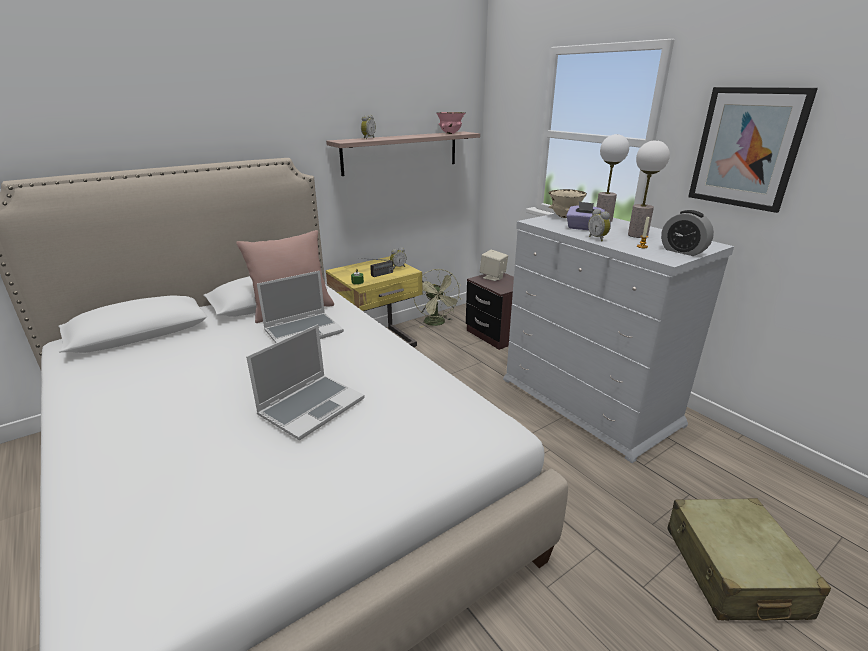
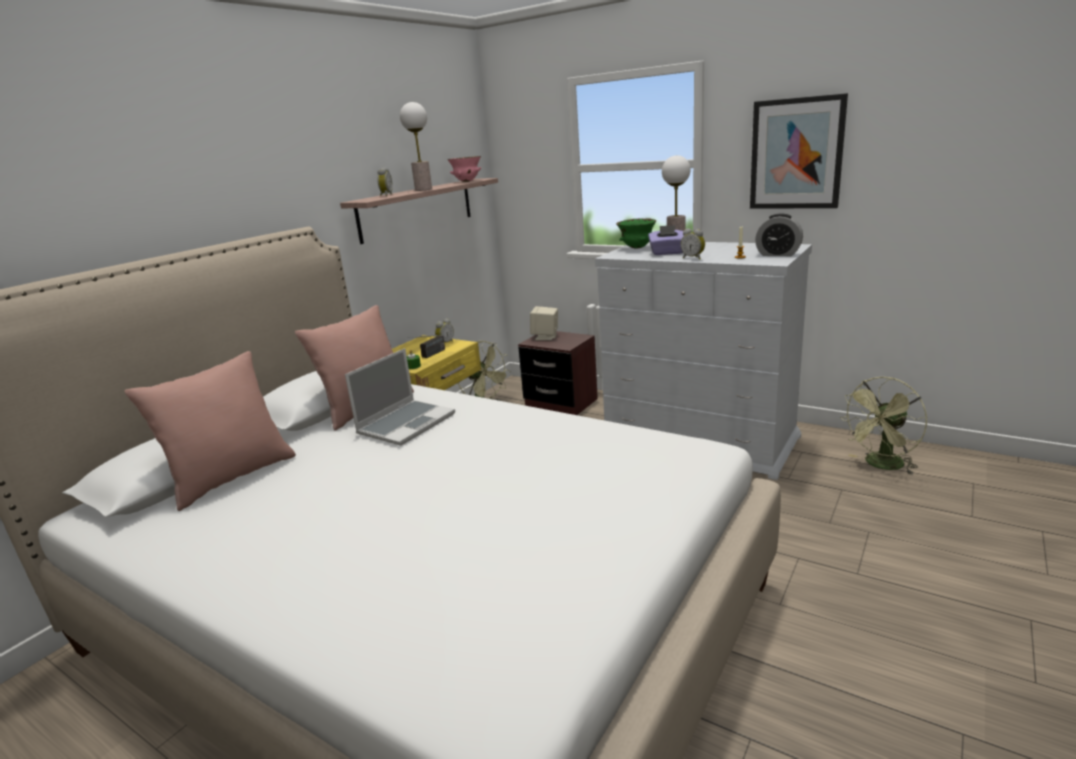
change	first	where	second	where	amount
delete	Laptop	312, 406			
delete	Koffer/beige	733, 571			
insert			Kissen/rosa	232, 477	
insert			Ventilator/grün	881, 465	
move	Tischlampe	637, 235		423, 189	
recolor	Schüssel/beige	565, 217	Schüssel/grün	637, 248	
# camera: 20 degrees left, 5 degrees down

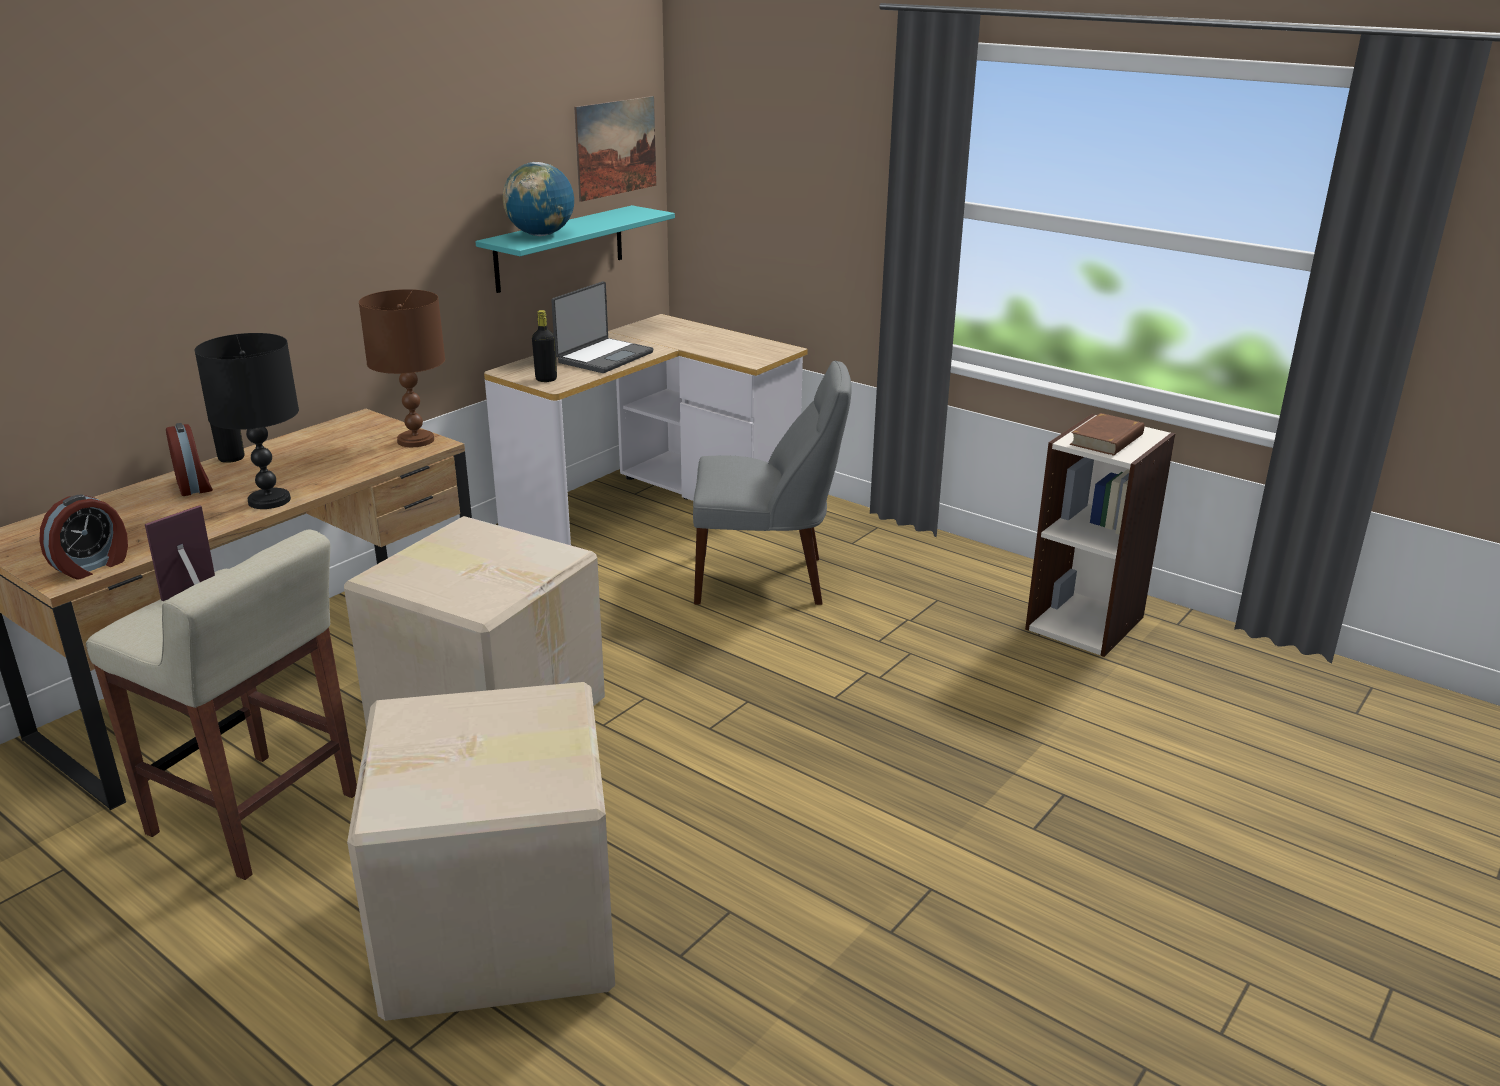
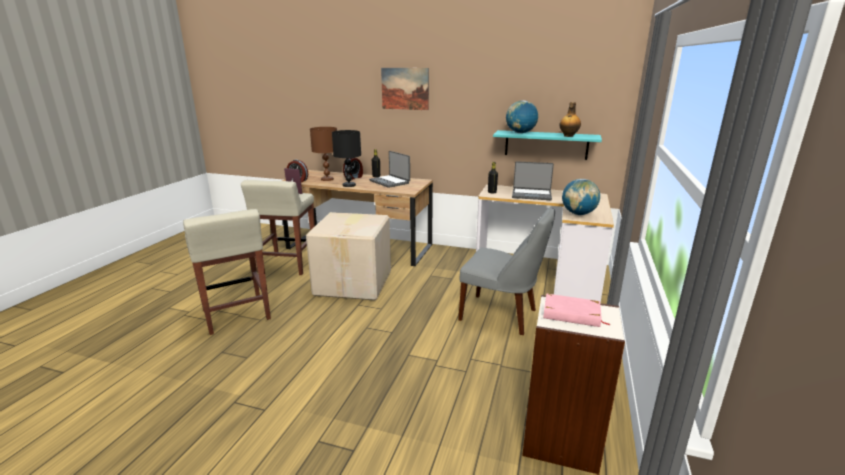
change	first	where	second	where	amount
insert			Laptop	390, 182	
insert			Flasche	568, 136	
insert			Globus	578, 214	
move	Tischlampe/braun	415, 440		327, 179	
move	Bild	616, 147		405, 88	
replace	Karton	503, 929	Hocker/beige	236, 315	
recolor	Buch/braun	1107, 440	Buch/rosa	571, 314	
rotate	Stuhl/grau	766, 580		501, 315	45 degrees counterclockwise
# camera: 70 degrees right, 5 degrees down

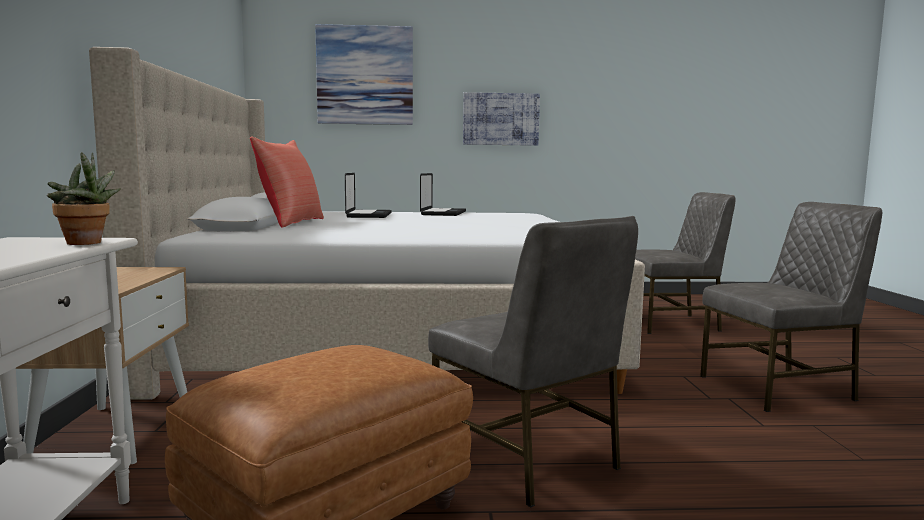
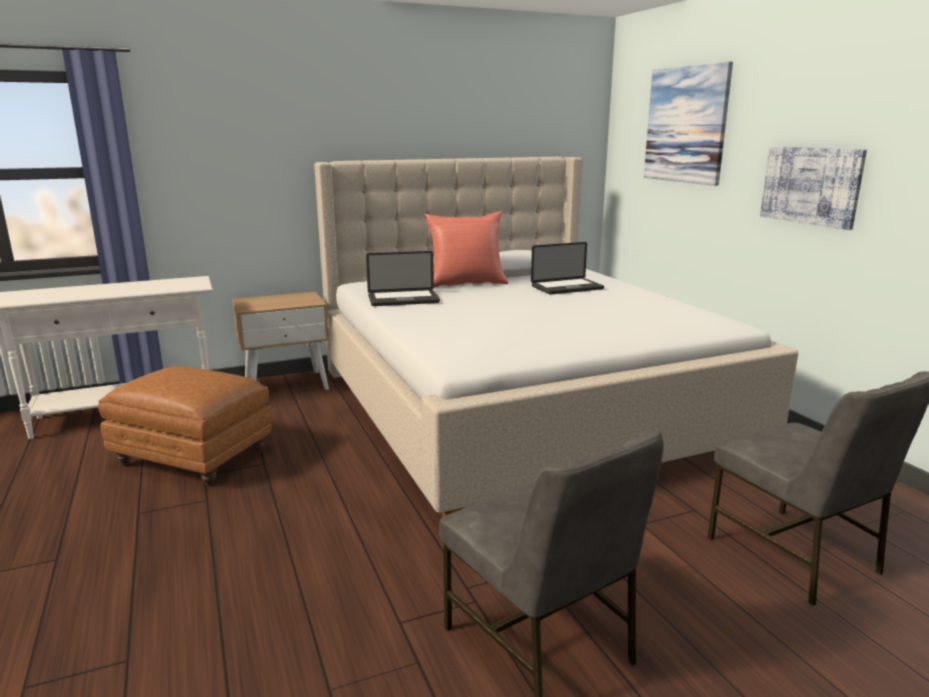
change	first	where	second	where	amount
delete	Topfpflanze	87, 243			
delete	Stuhl/grau	527, 459			
move	Laptop	443, 213		403, 299	
# camera: 70 degrees right, 10 degrees up

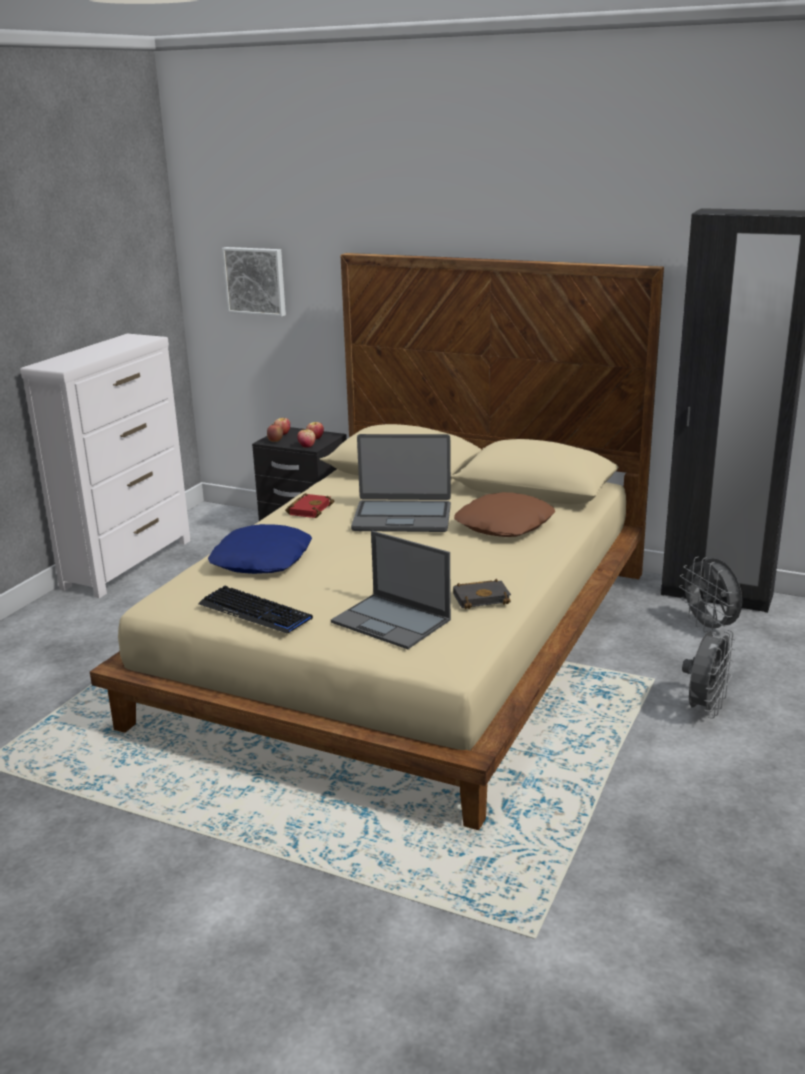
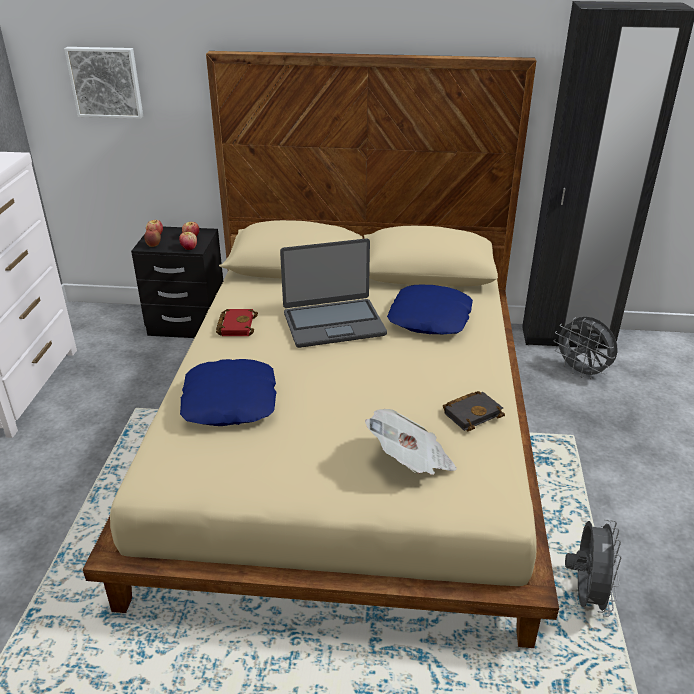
change	first	where	second	where	amount
delete	Tastatur	255, 612			
move	Ventilator/grau	705, 709		585, 595	
replace	Laptop	392, 621	Zeitung	410, 461	
recolor	Kissen/braun	505, 525	Kissen/blau	430, 318	
# camera: 20 degrees left, 10 degrees up

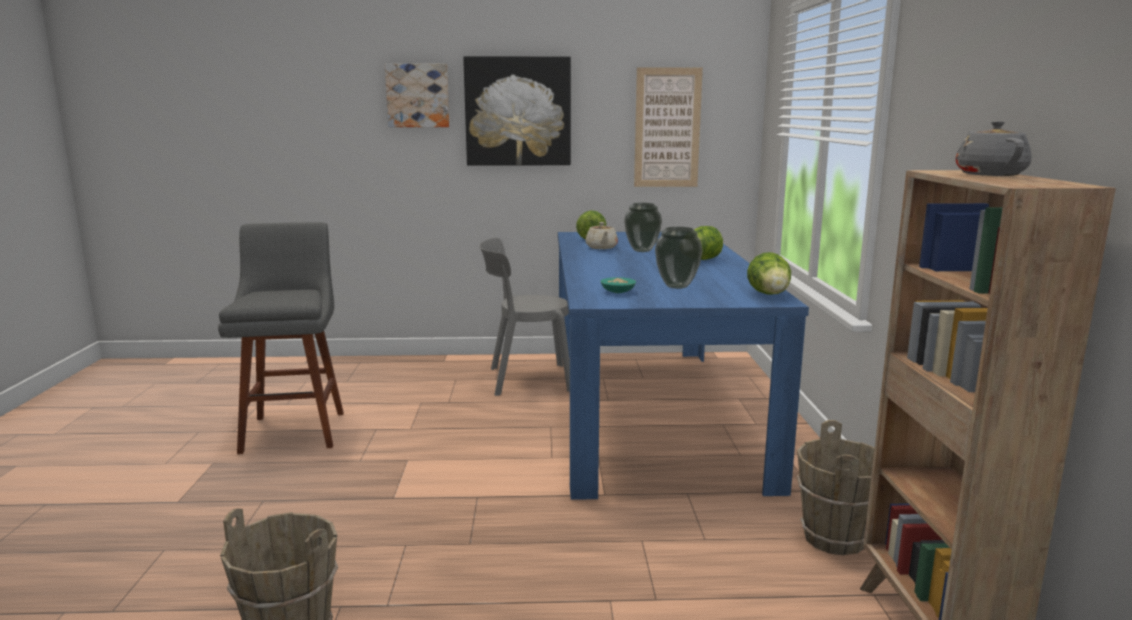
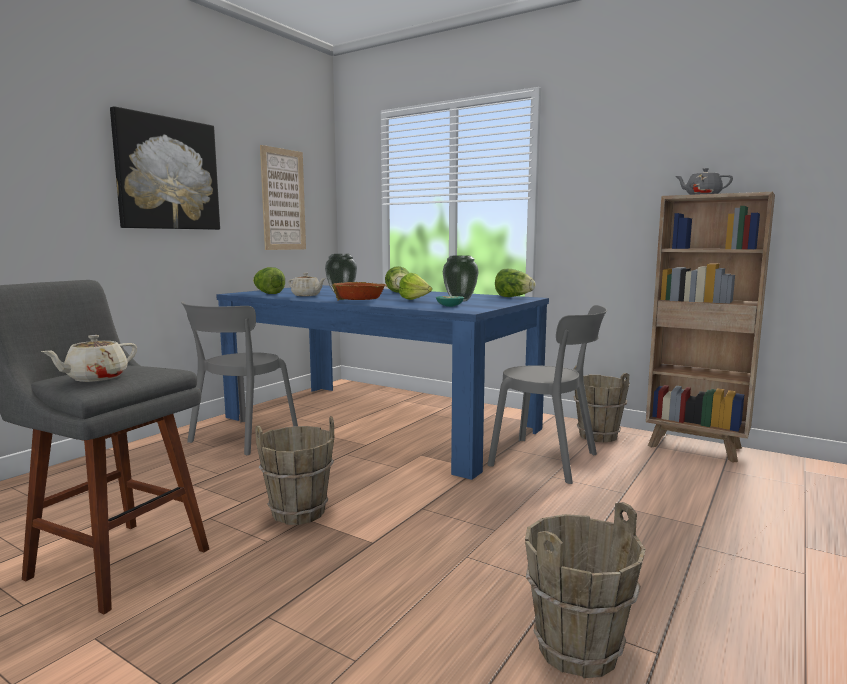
change	first	where	second	where	amount
delete	Bild	418, 95			
insert			Teekanne/beige	95, 378	
insert			Eimer/braun	298, 512	
insert			Schüssel	360, 301	
insert			Salatkopf	416, 300	
insert			Stuhl/grau	549, 460	
# camera: 55 degrees left, 5 degrees down

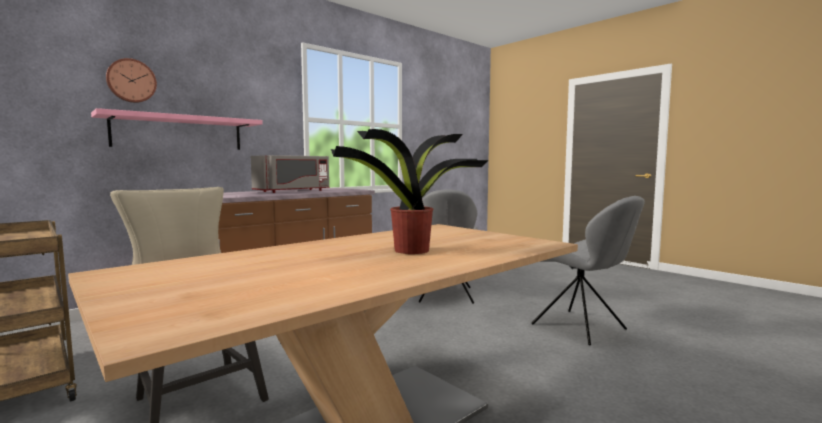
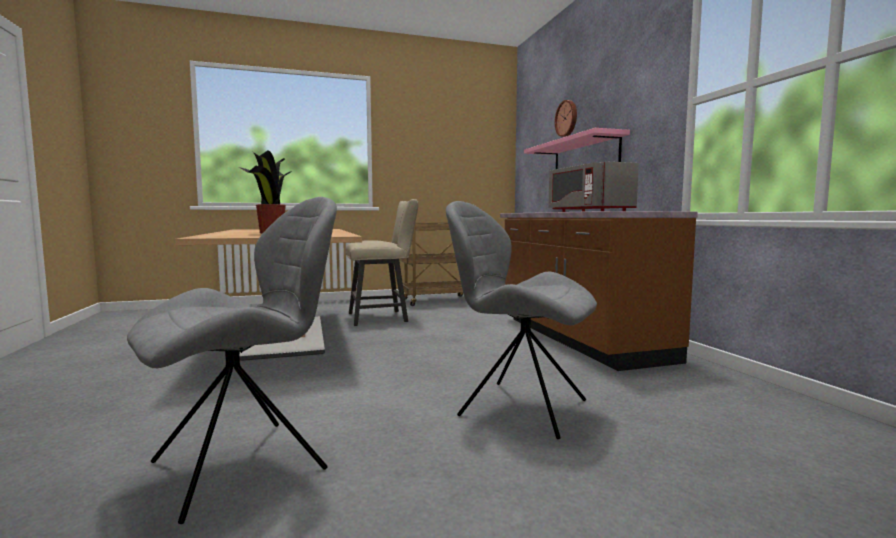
change	first	where	second	where	amount
rotate	Stuhl/grau	581, 328		246, 463	150 degrees clockwise
# camera: 115 degrees right, 0 degrees up

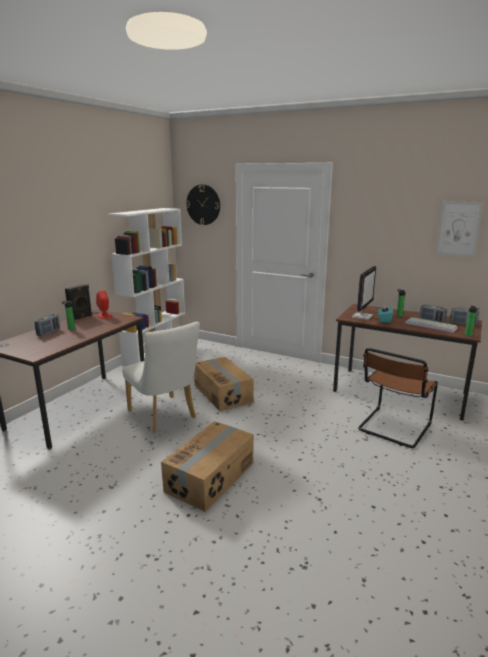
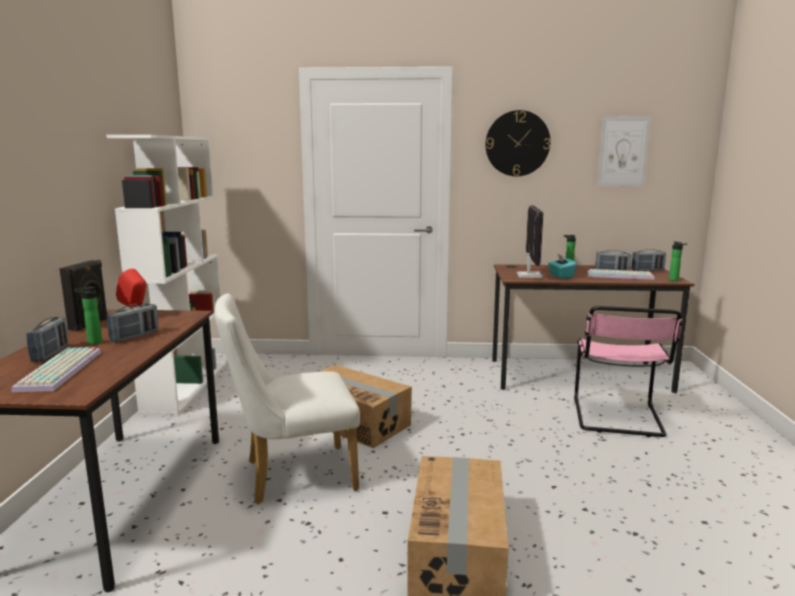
change	first	where	second	where	amount
insert			Tastatur	61, 371	
insert			Radio	135, 336	
move	Wanduhr	203, 204		517, 143	
recolor	Stuhl/braun	393, 428	Stuhl/rosa	617, 418	
rotate	Stuhl/weiß	165, 416		291, 476	135 degrees clockwise
# camera: 25 degrees left, 5 degrees down

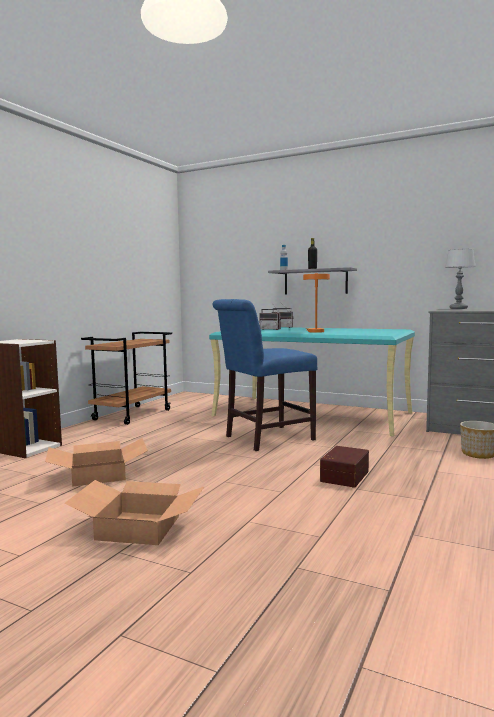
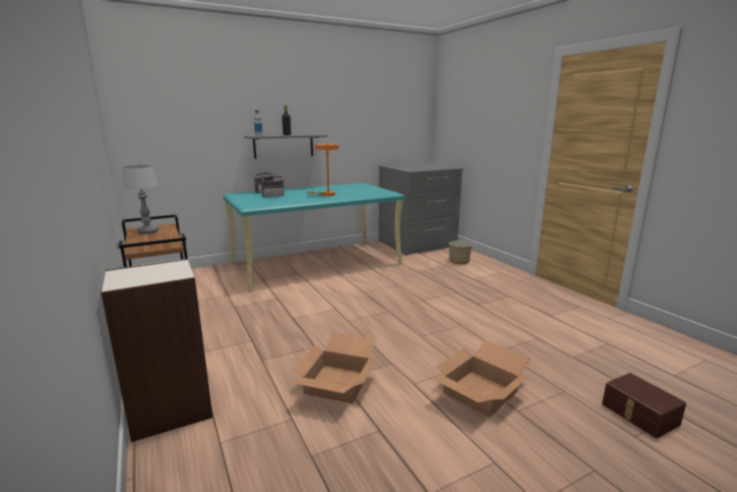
change	first	where	second	where	amount
delete	Stuhl/blau	265, 438			
move	Aufbewahrungsbox/braun	343, 476		639, 414	
move	Tischlampe	458, 308		148, 232	
# camera: 55 degrees left, 10 degrees up

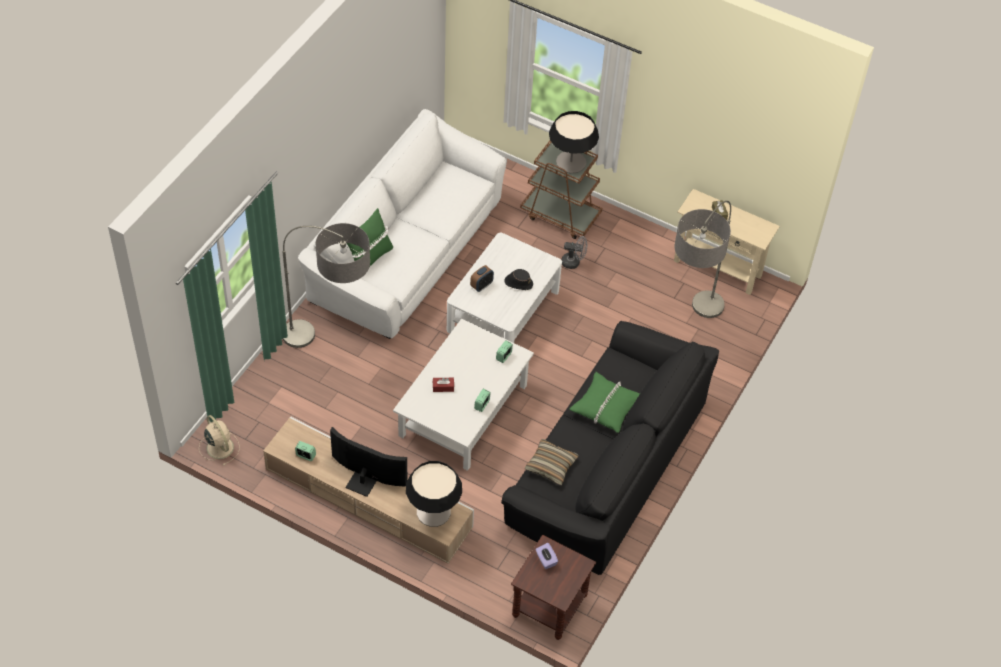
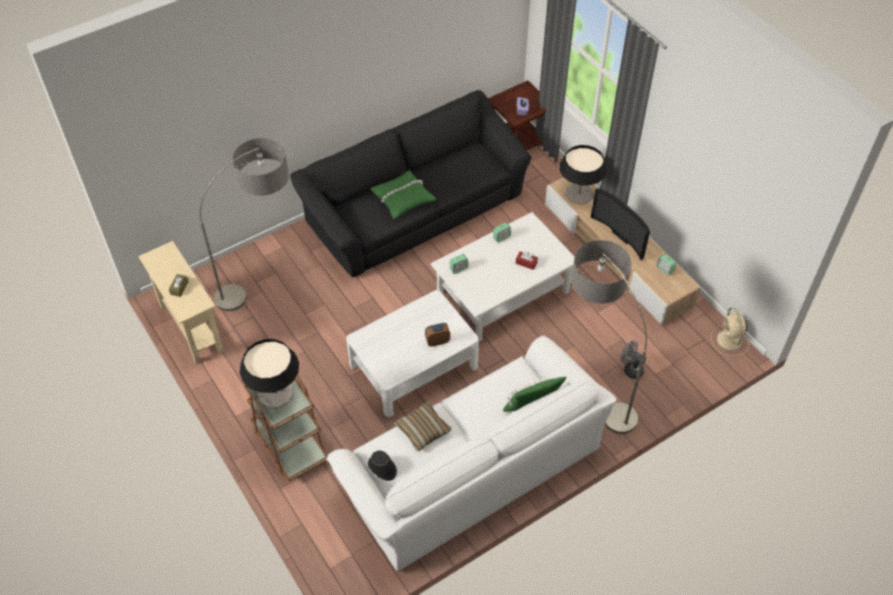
change	first	where	second	where	amount
move	Hut/schwarz	518, 283		382, 468	
move	Kissen	551, 466		423, 430	
move	Ventilator/grau	573, 262		630, 369	
# camera: 150 degrees left, 0 degrees up

